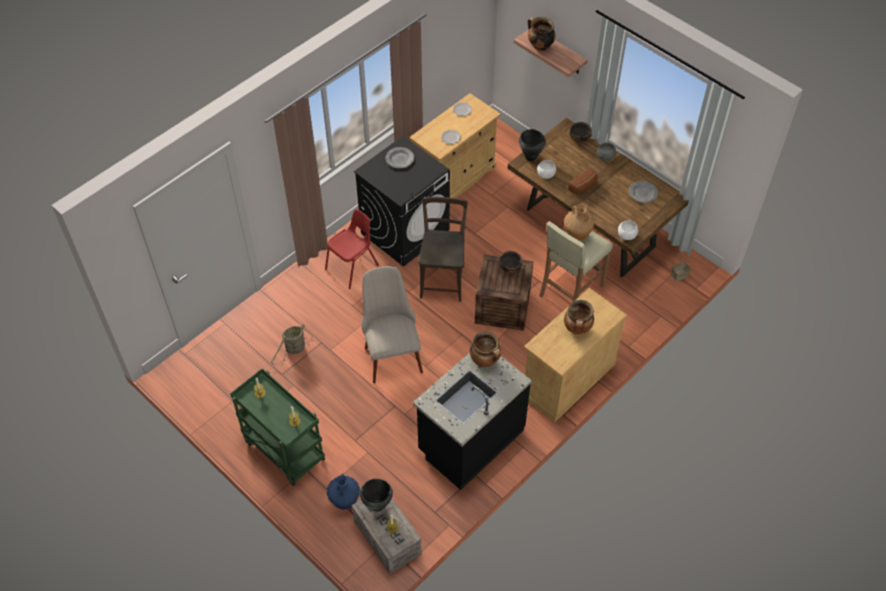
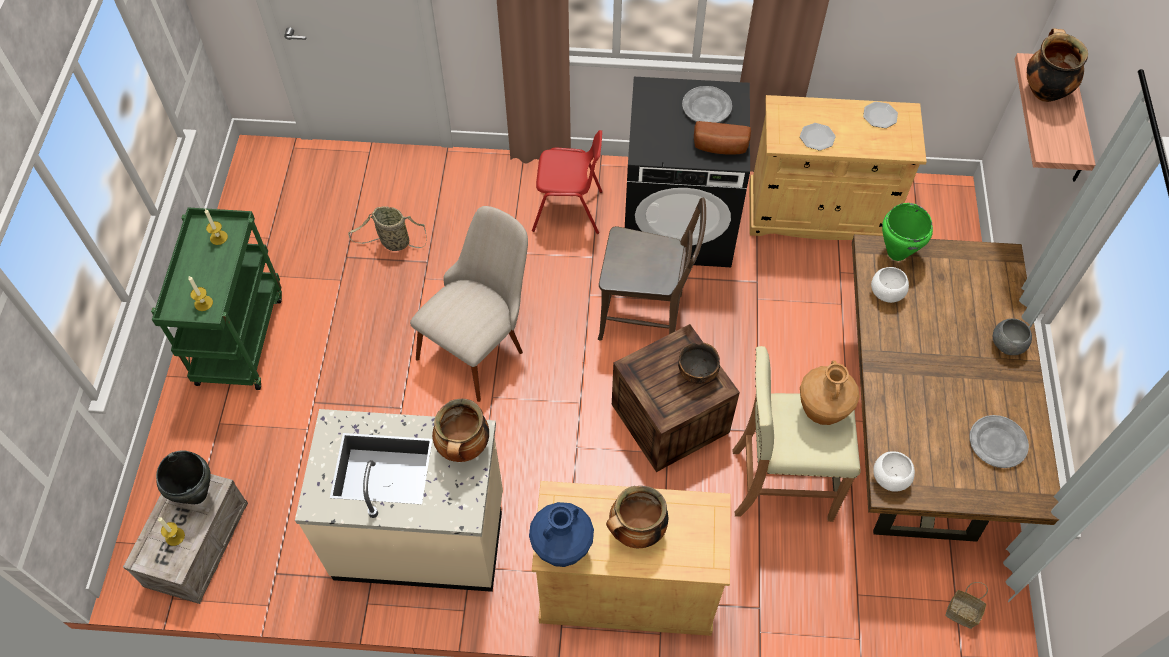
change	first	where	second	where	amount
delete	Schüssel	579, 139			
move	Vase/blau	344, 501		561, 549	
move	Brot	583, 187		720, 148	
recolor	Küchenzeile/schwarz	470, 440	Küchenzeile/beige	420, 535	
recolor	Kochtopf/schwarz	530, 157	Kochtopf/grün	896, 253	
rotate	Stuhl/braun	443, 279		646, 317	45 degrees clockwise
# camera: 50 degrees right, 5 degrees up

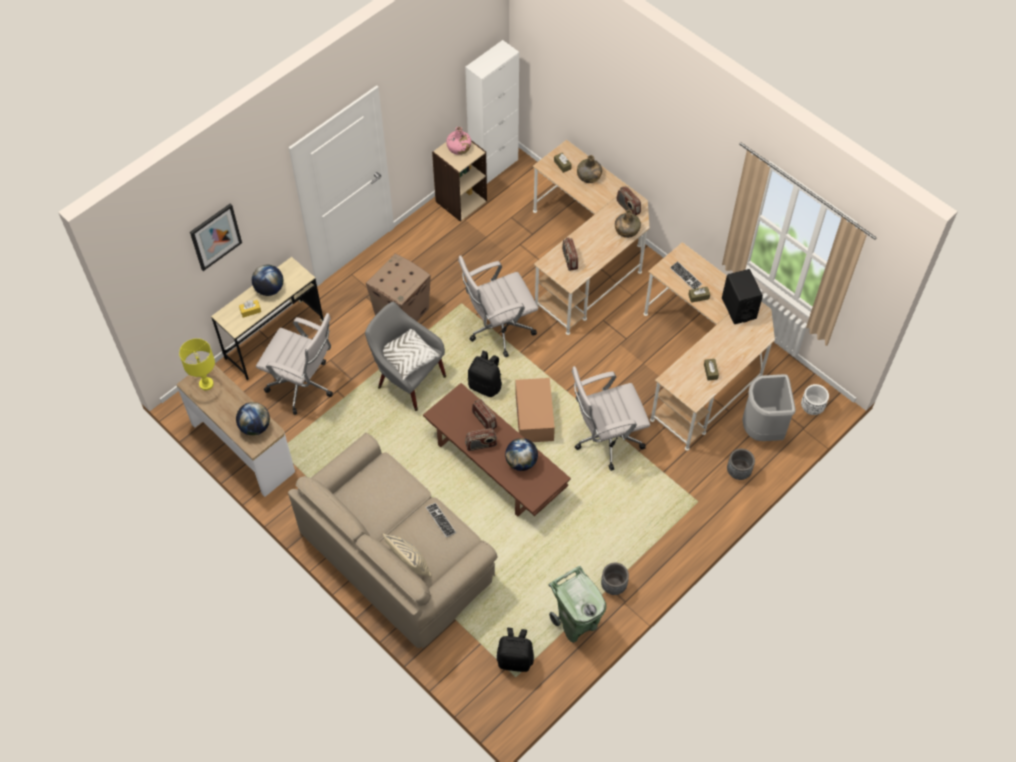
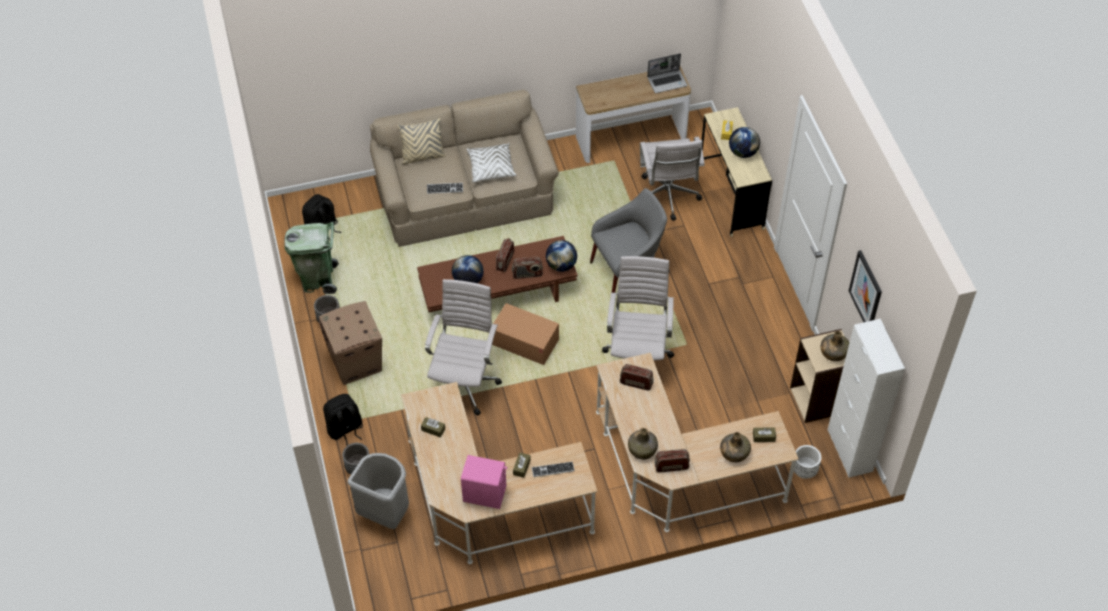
change	first	where	second	where	amount
move	Bild	215, 236		866, 291	
move	Globus	255, 427		561, 265	
move	Karton	402, 311		356, 363	
move	Kissen/weiß	408, 358		491, 168	
move	Rucksack/schwarz	485, 385		345, 430	
move	Pflanzkübel/weiß	812, 407		804, 470	
replace	Tischlampe/gelb	206, 384	Laptop	667, 81	
recolor	Flasche/rosa	459, 148	Flasche/grün	833, 352	
recolor	Lautsprecher/schwarz	738, 308	Lautsprecher/rosa	485, 494	
rotate	Bürostuhl/weiß	303, 386		667, 198	60 degrees counterclockwise
# camera: 120 degrees right, 5 degrees down

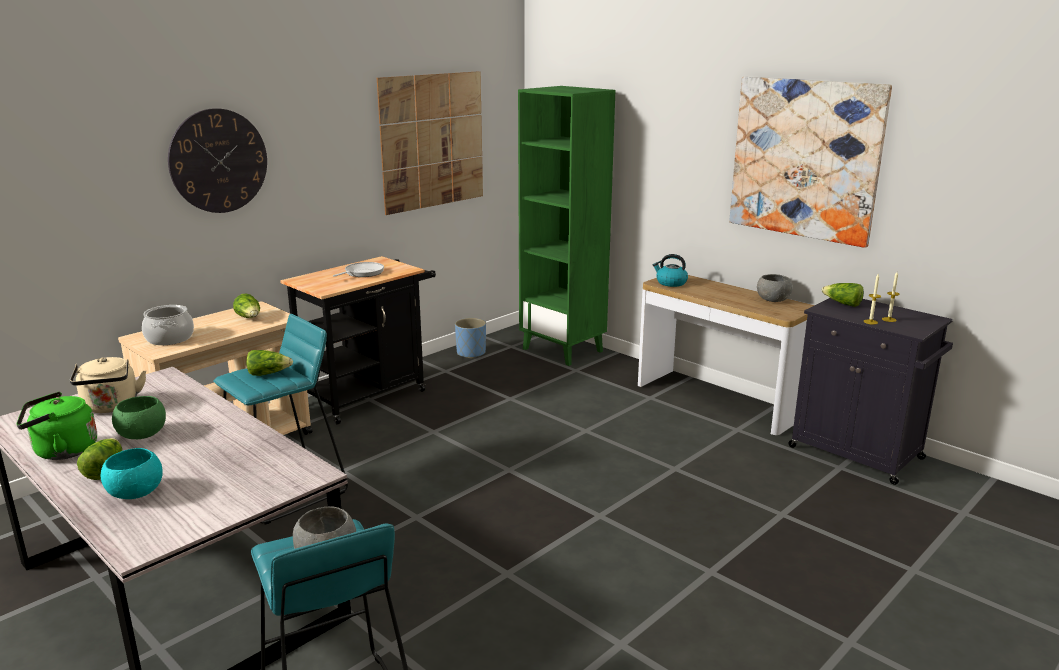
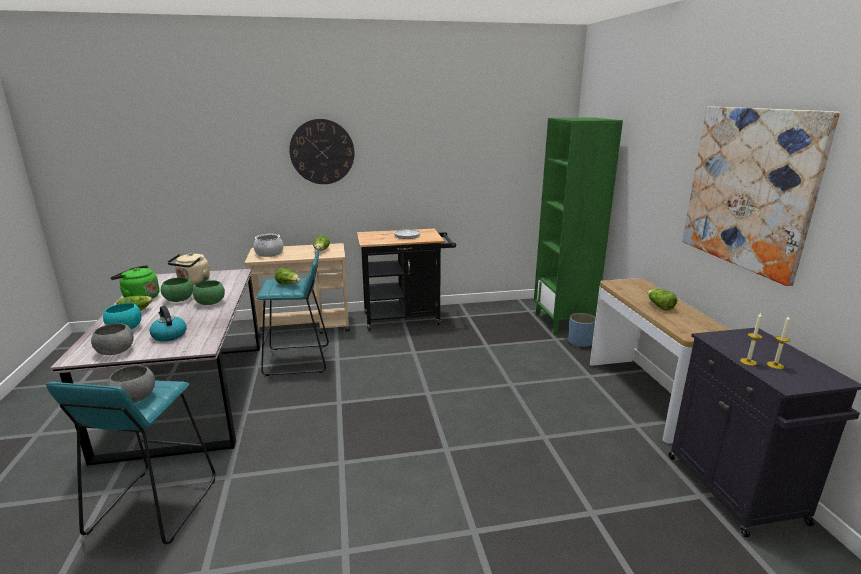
change	first	where	second	where	amount
delete	Bild	432, 141			
insert			Schüssel/grün	210, 303	
move	Pflanzkübel/blau	471, 353		580, 342	
move	Wasserkessel	670, 283		169, 335	
move	Schüssel/grau	773, 300		115, 351	
move	Salatkopf	842, 304		659, 306	
# camera: 35 degrees right, 0 degrees up

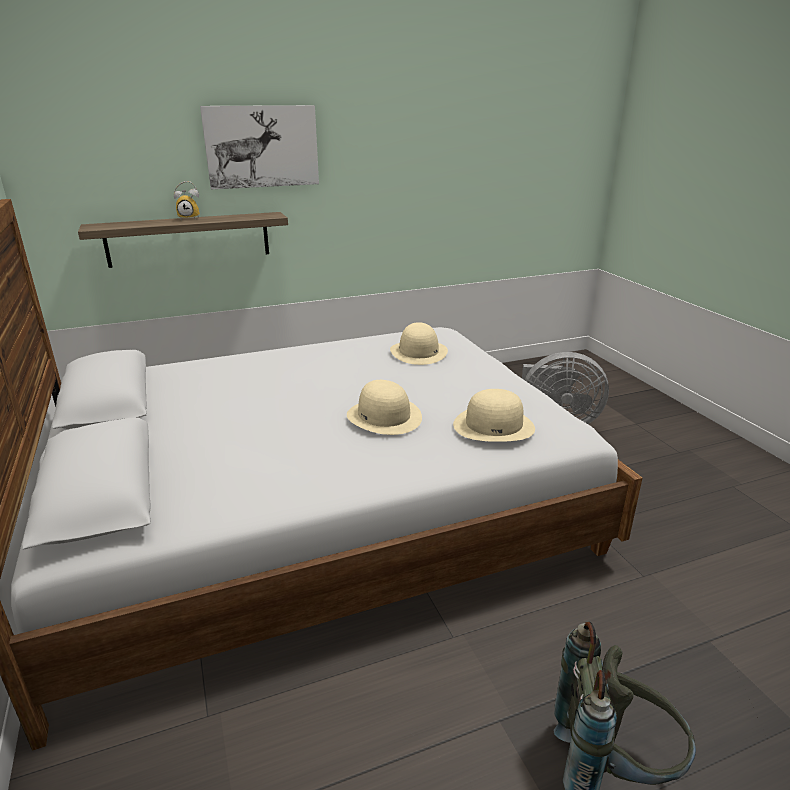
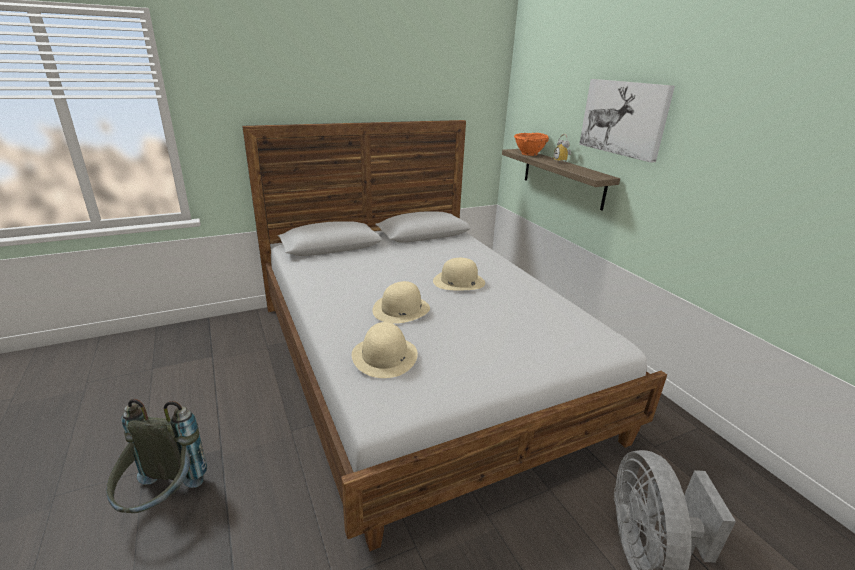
change	first	where	second	where	amount
insert			Schüssel/orange	529, 154	
move	Hut/beige	419, 352		458, 281	
# camera: 85 degrees right, 0 degrees up

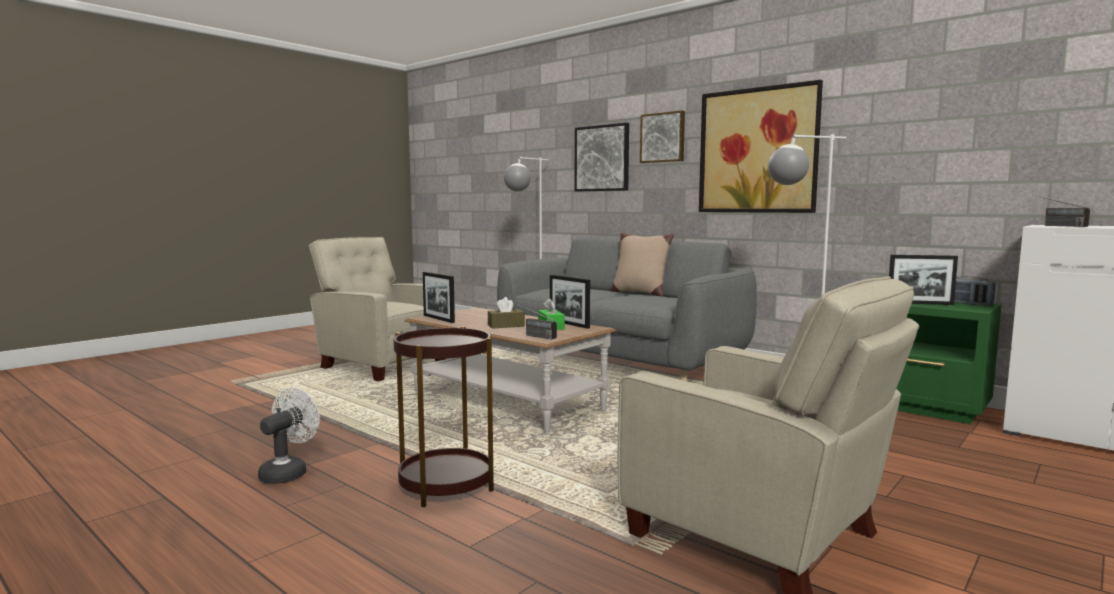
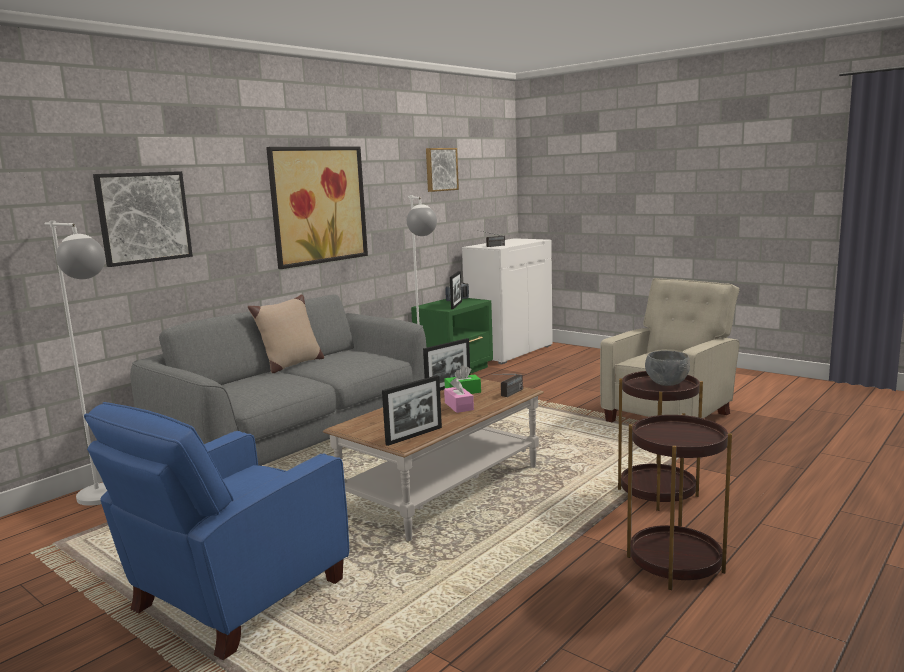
change	first	where	second	where	amount
insert			Schüssel/grau	666, 383	
move	Bild	663, 137		440, 169	
replace	Ventilator/weiß	288, 472	Beistelltisch/braun	675, 564	
recolor	Sessel/beige	381, 365	Sessel/blau	232, 597	
recolor	Taschentuchbox/braun	506, 326	Taschentuchbox/rosa	459, 406	
# camera: 90 degrees left, 5 degrees up

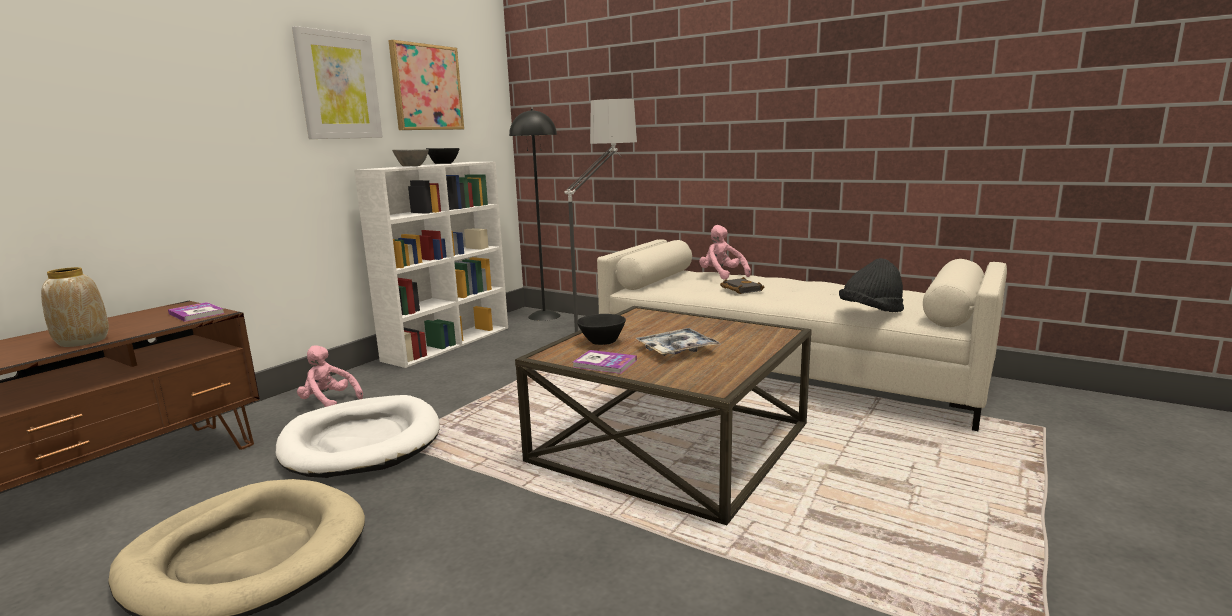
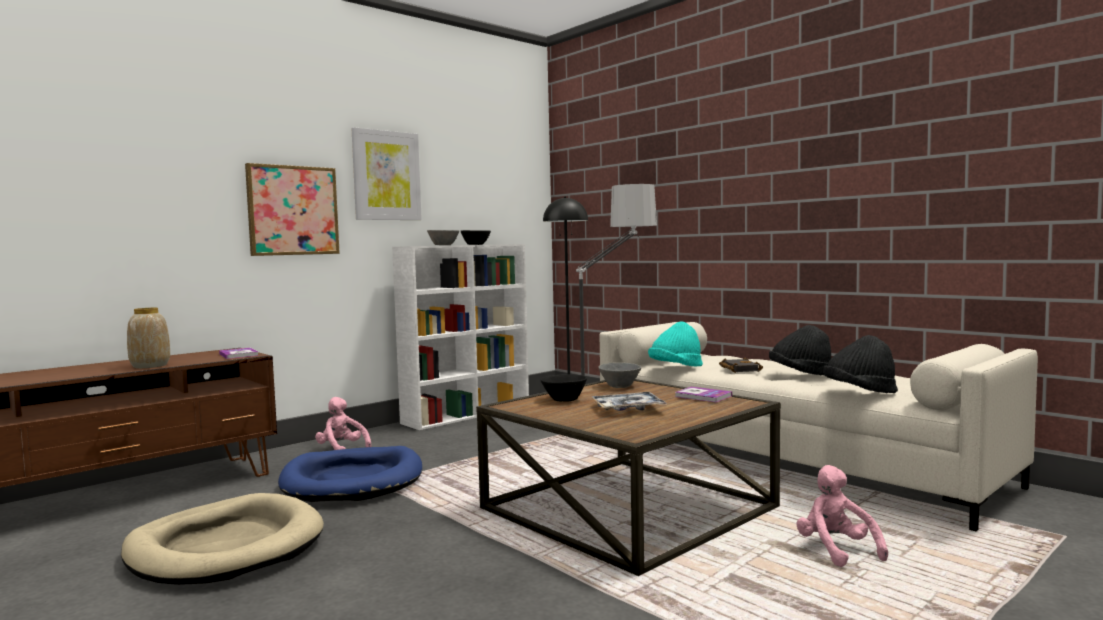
change	first	where	second	where	amount
insert			Schüssel/grau	619, 386	
insert			Hut/türkis	675, 368	
insert			Hut/schwarz	800, 375	
move	Bild	426, 87		293, 210	
move	Buch	604, 363		703, 396	
move	Plüschtier/rosa	721, 275		836, 550	
recolor	Hundebett/weiß	362, 442	Hundebett/blau	353, 480	
# camera: 15 degrees right, 10 degrees down

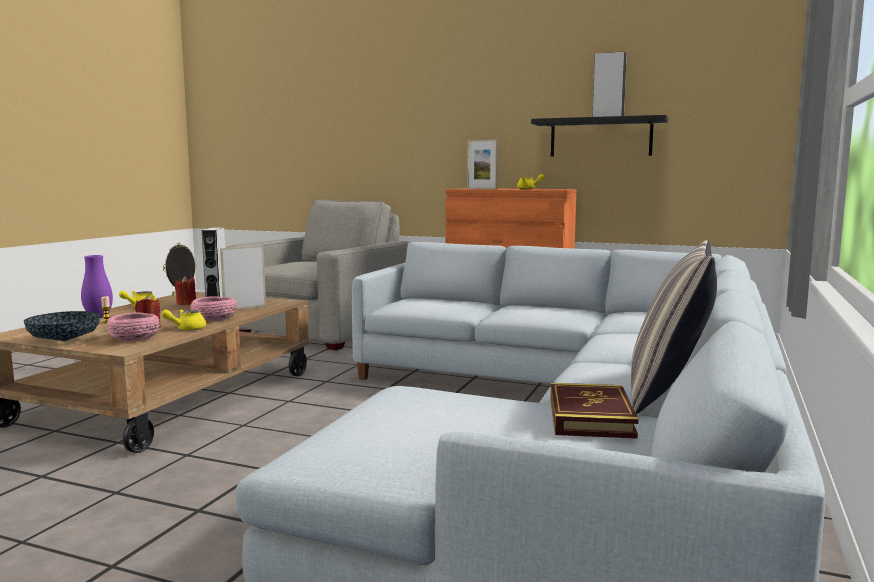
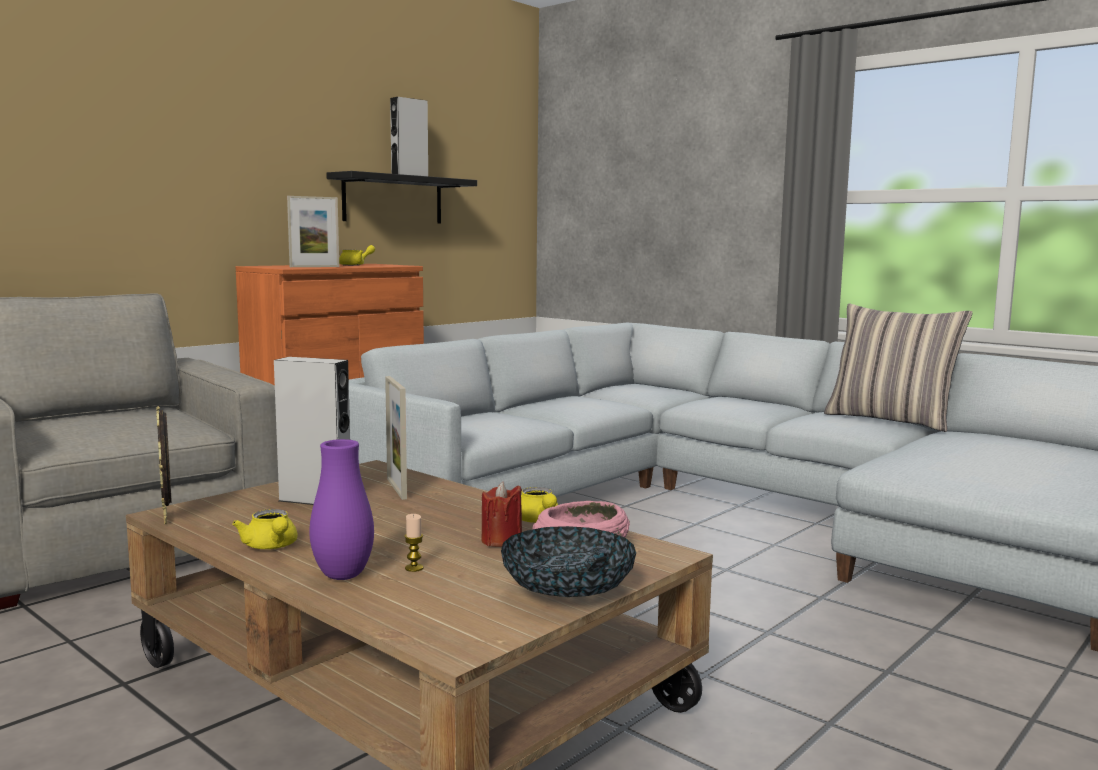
change	first	where	second	where	amount
delete	Kerze/rot	186, 303			
delete	Schüssel/rosa	213, 318			
delete	Buch	590, 417			
# camera: 70 degrees left, 0 degrees up

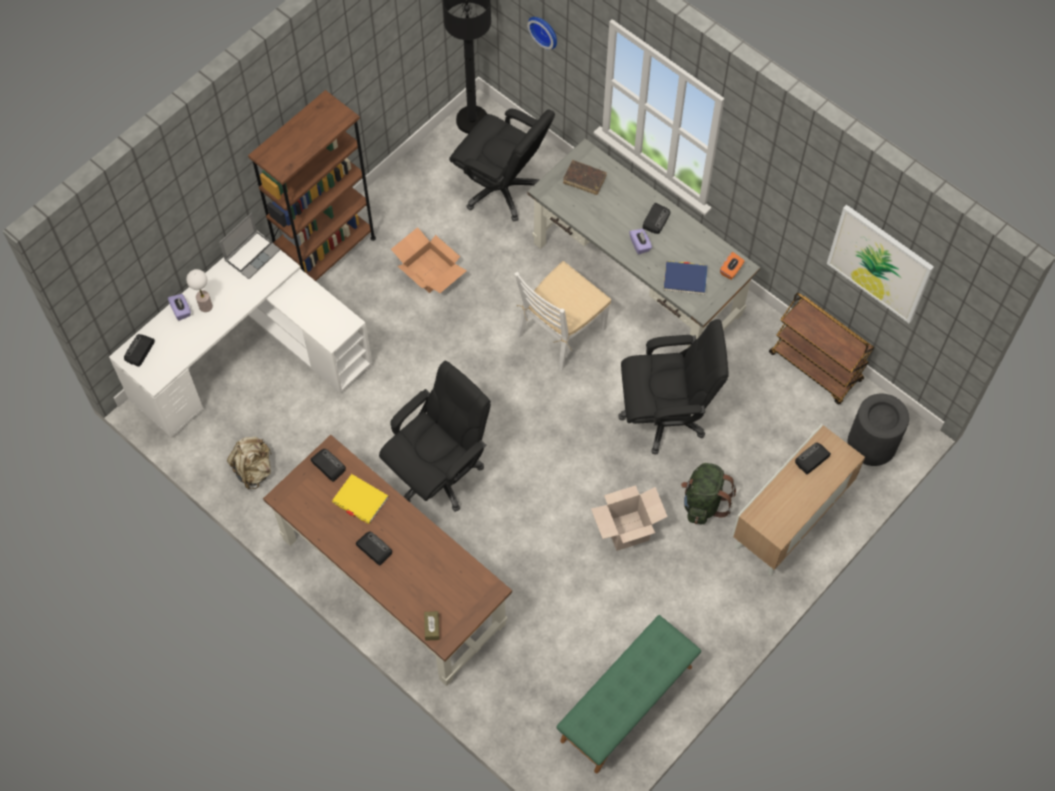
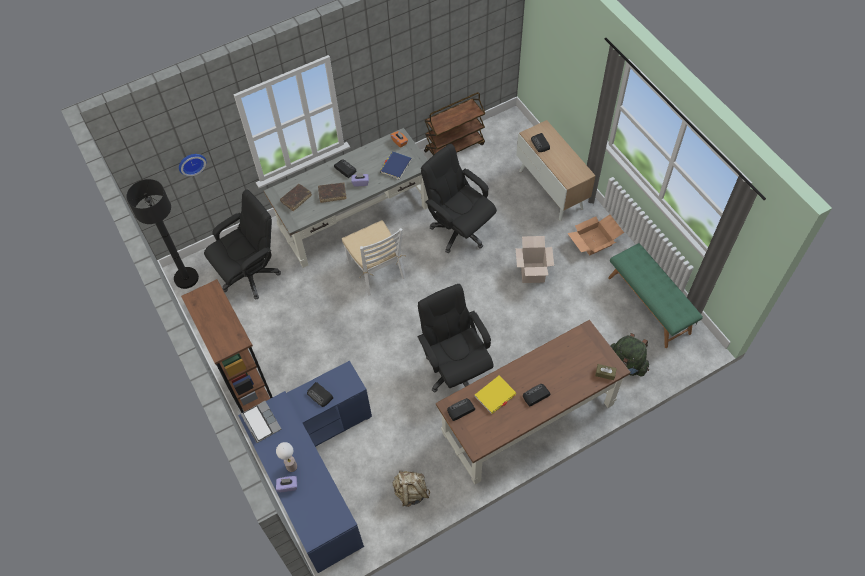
change	first	where	second	where	amount
delete	Bild	879, 263			
delete	Mülleimer/schwarz	872, 443			
insert			Buch/braun	332, 194	
move	Radio	139, 351		320, 395	
move	Karton	428, 270		593, 241	
move	Rucksack/grün	703, 502		626, 364	
recolor	Schreibtisch/weiß	249, 356	Schreibtisch/blau	314, 473	
rotate	Bürostuhl/schwarz	665, 415		458, 230	60 degrees counterclockwise
# camera: 70 degrees left, 5 degrees down

